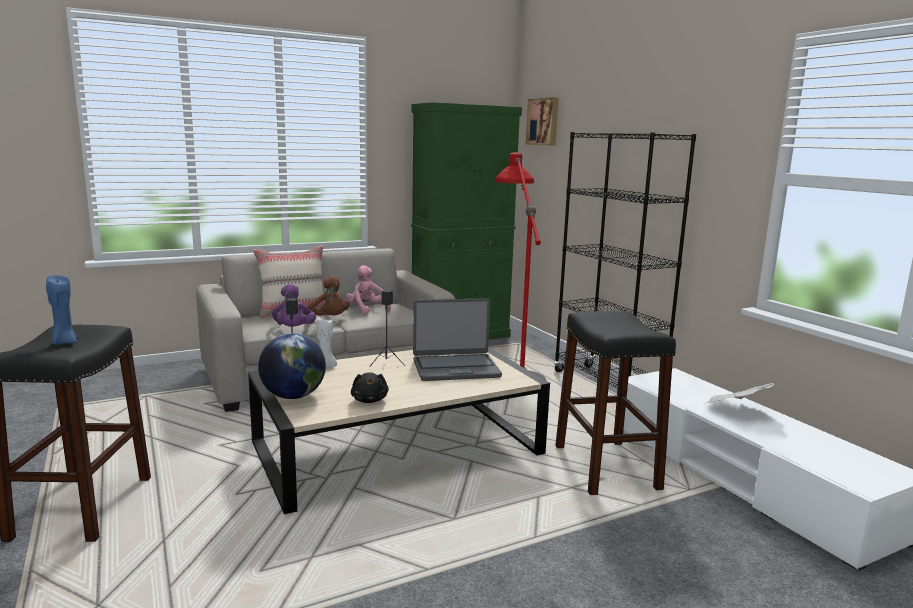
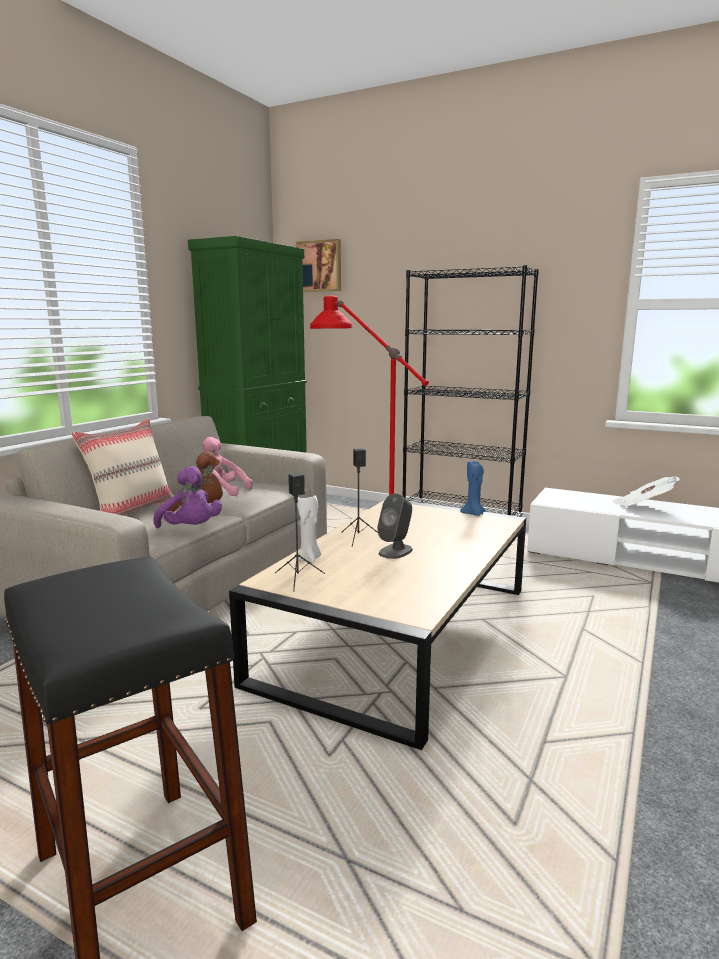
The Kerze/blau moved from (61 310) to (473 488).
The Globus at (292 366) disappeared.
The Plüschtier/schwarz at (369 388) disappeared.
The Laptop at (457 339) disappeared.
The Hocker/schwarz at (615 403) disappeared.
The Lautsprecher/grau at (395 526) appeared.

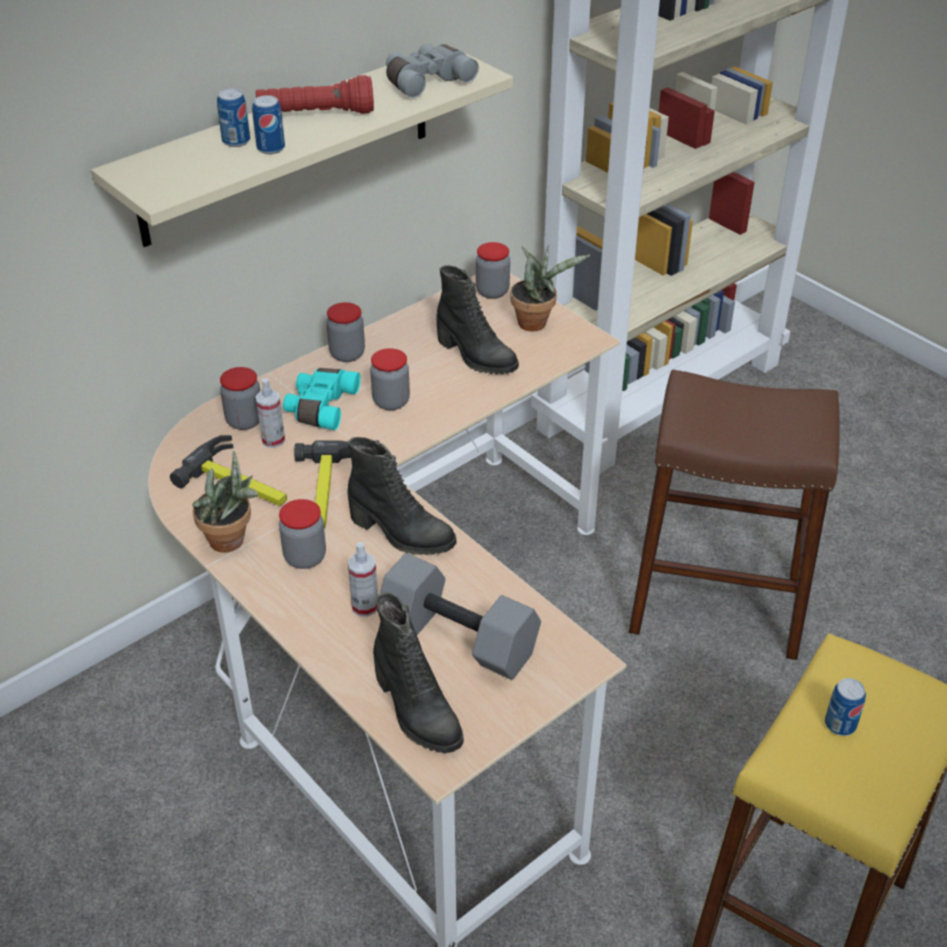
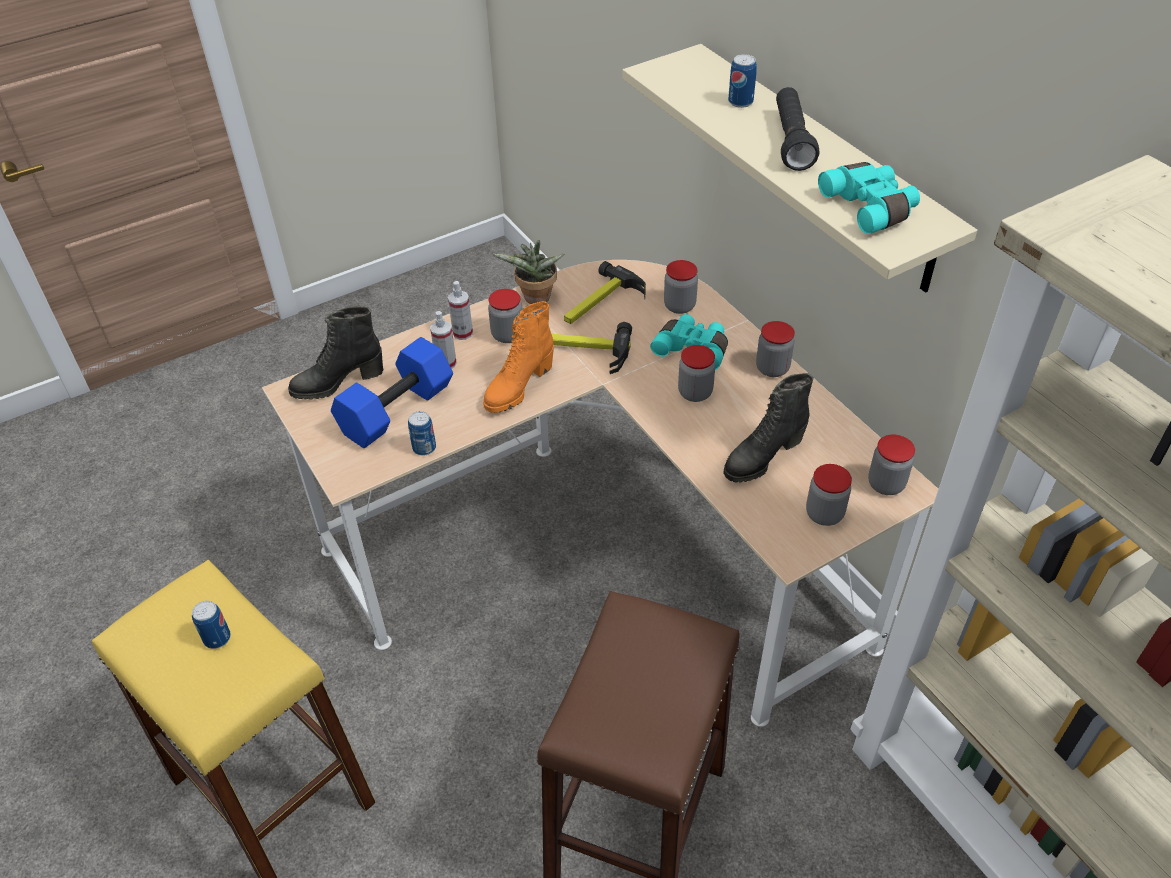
The Dose moved from (268 124) to (422 433).
The Taschenlampe/rot at (314 94) became the Taschenlampe/schwarz at (797 129).
The Sprühflasche moved from (270 413) to (460 310).
The Stiefel/schwarz at (402 496) became the Stiefel/orange at (518 357).
The Hantel/grau at (458 616) became the Hantel/blau at (392 392).
The Fernglas/grau at (432 71) became the Fernglas/türkis at (869 198).
The Topfpflanze at (550 288) was replaced by the Vorratsglas at (829 495).

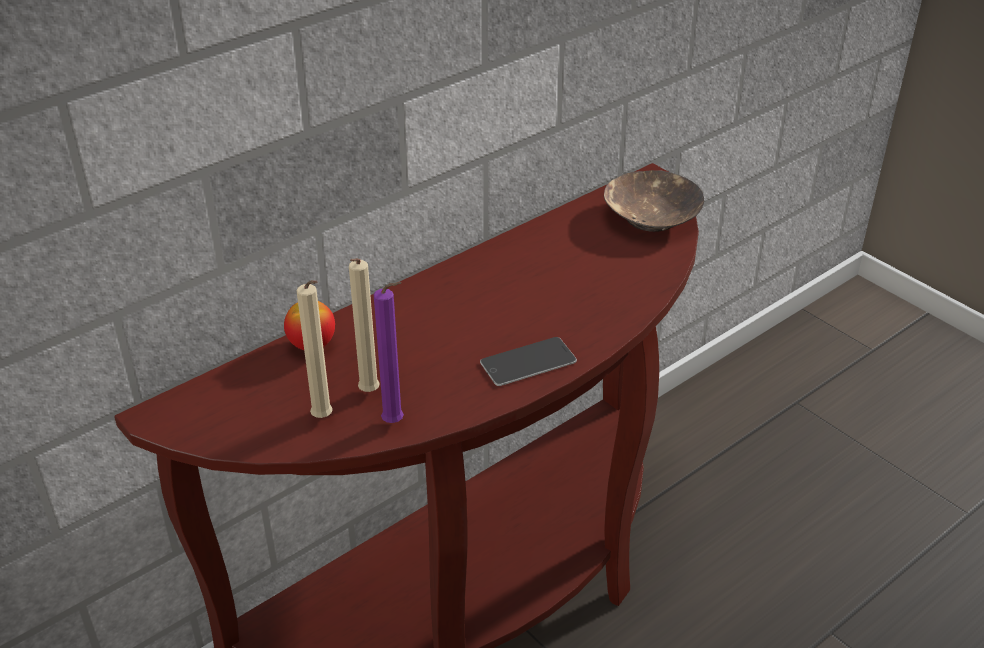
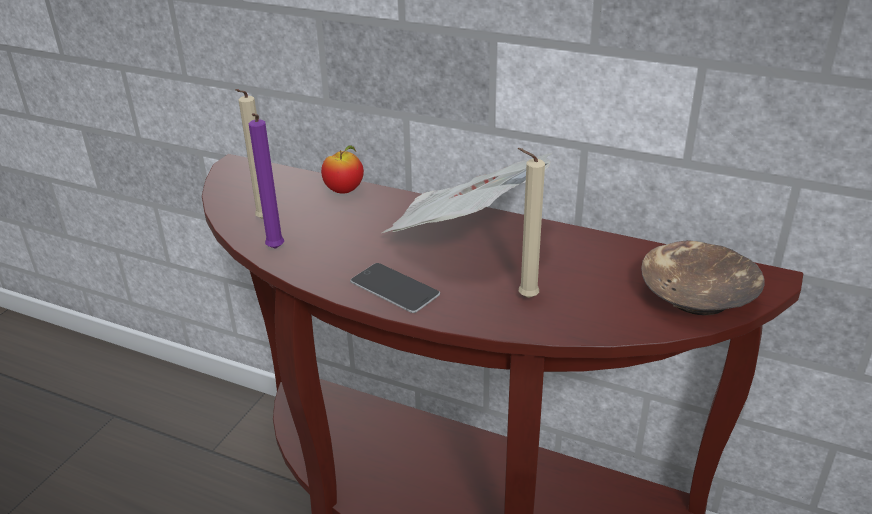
The Kerze/beige moved from (364 325) to (531 223).
The Zeitung at (467 193) appeared.

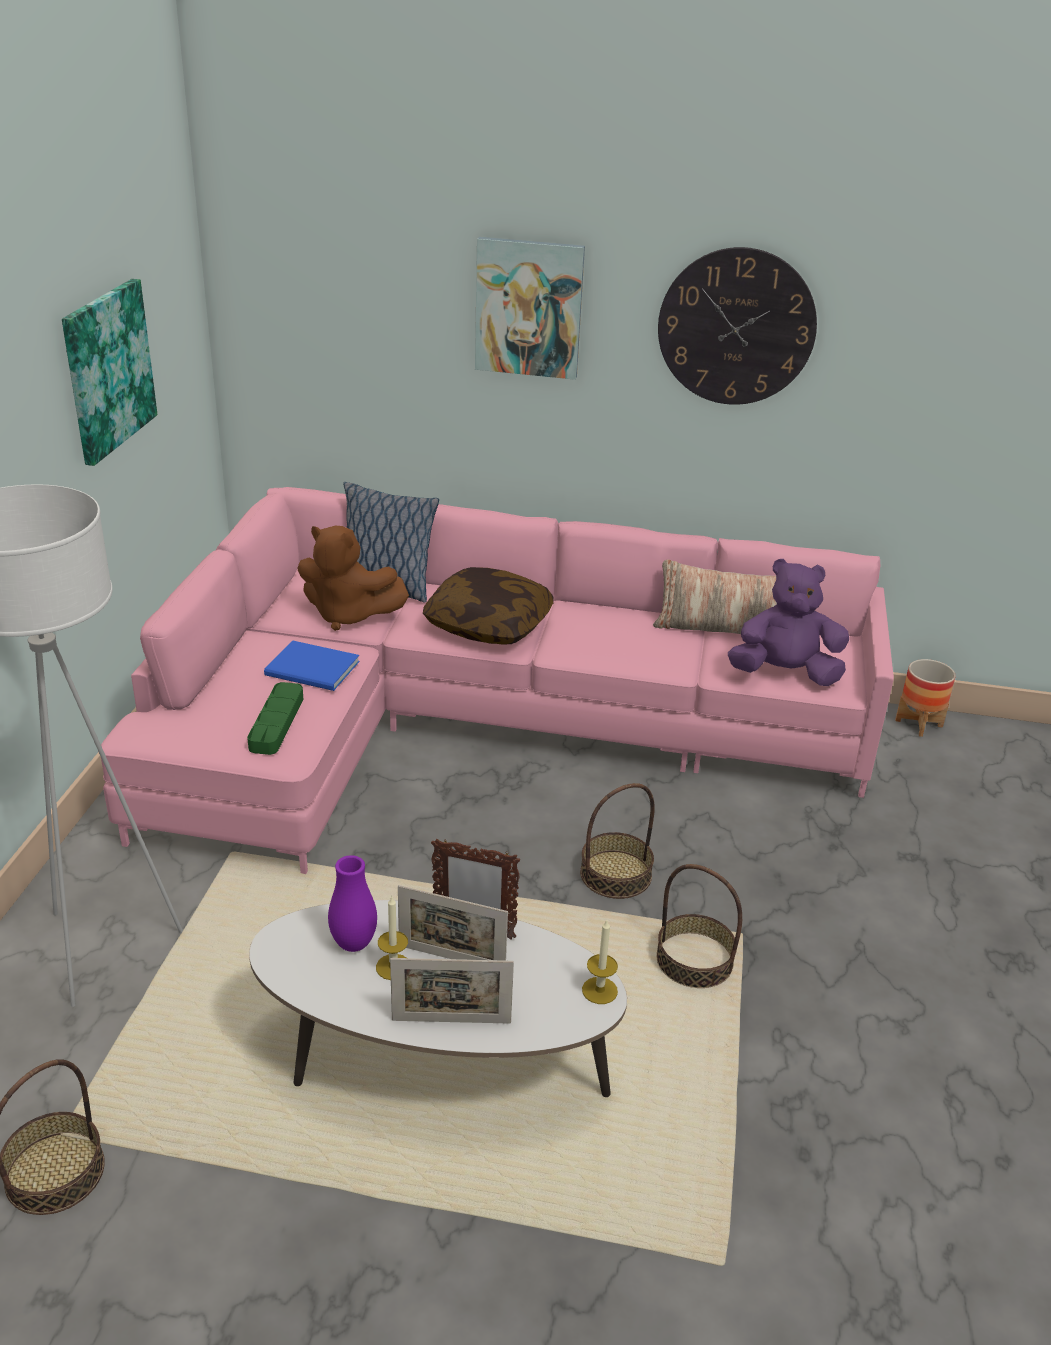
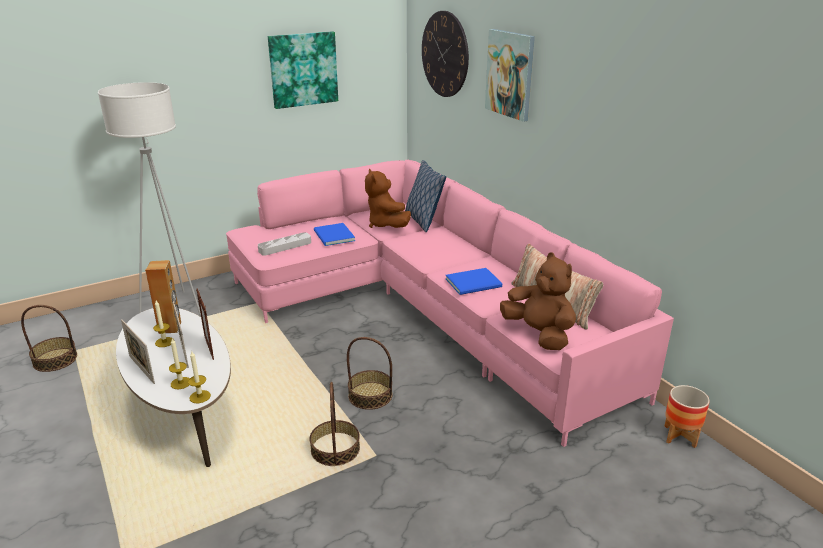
The Tablett/grün at (275 718) became the Tablett/grau at (284 244).
The Vase/lila at (352 903) was replaced by the Lautsprecher/braun at (163 297).
The Kissen at (488 606) disappeared.
The Wanduhr moved from (737 326) to (445 54).
The Plüschtier/lila at (788 622) became the Plüschtier/braun at (538 301).
The Kerze at (179 363) appeared.
The Buch/blau at (474 281) appeared.

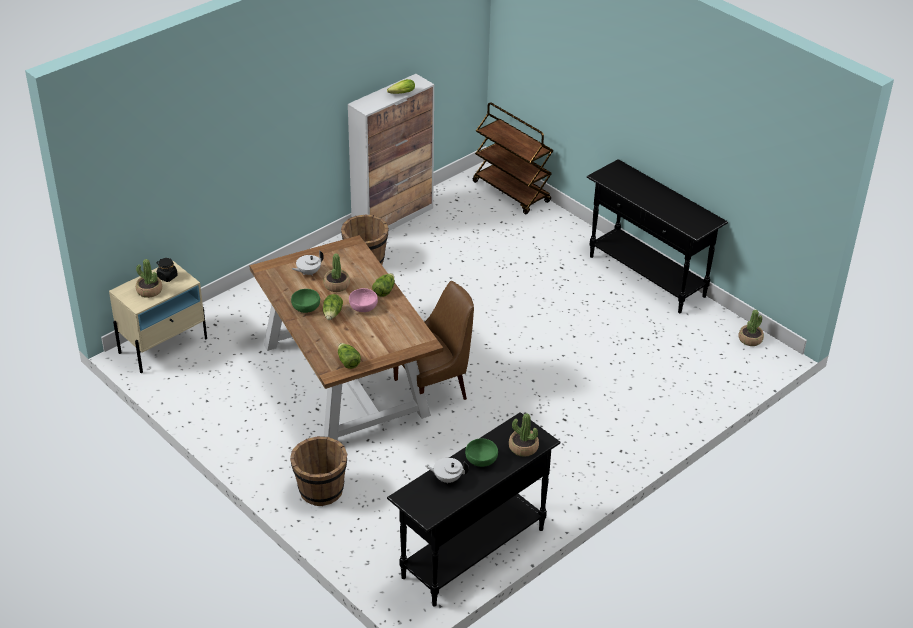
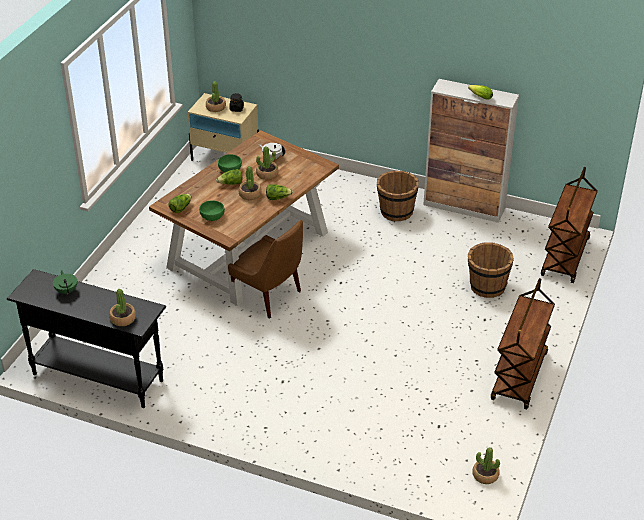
The Eimer/braun moved from (318 471) to (491 270).
The Schüssel/rosa at (363 300) was replaced by the Topfpflanze at (250 183).
The Teekanne/weiß at (447 471) became the Teekanne/grün at (65 282).
The Schüssel/grün moved from (481 452) to (212 210).
The Konsolentisch/schwarz at (657 236) was replaced by the Rollwagen/braun at (523 343).

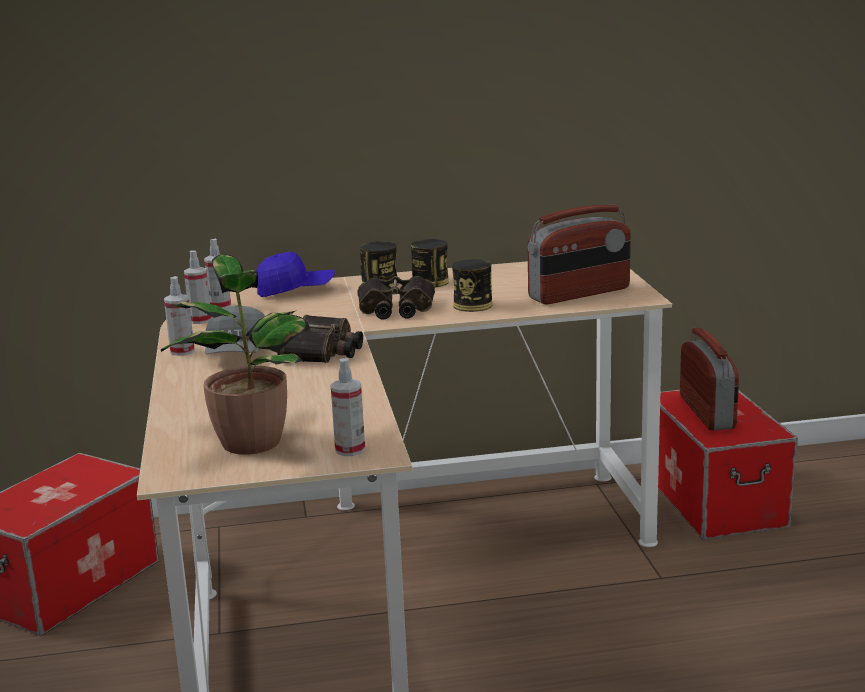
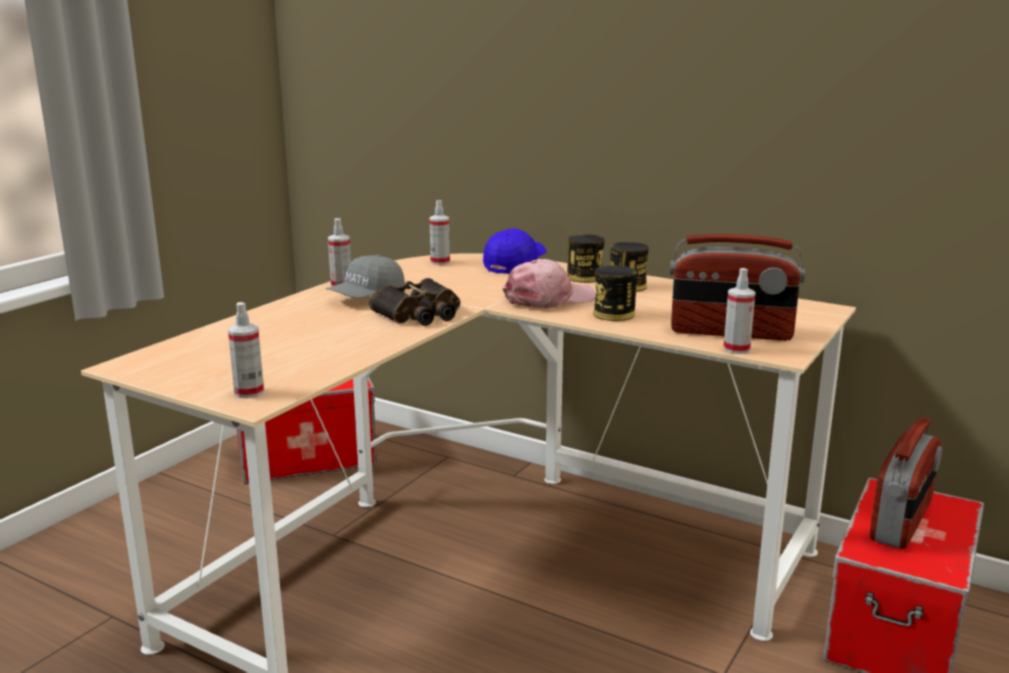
The Topfpflanze at (235 354) disappeared.
The Sprühflasche moved from (197 287) to (739 311).
The Kappe/blau at (295 274) turned 90 degrees counterclockwise.
The Fernglas at (396 297) was replaced by the Kappe/rosa at (549 283).

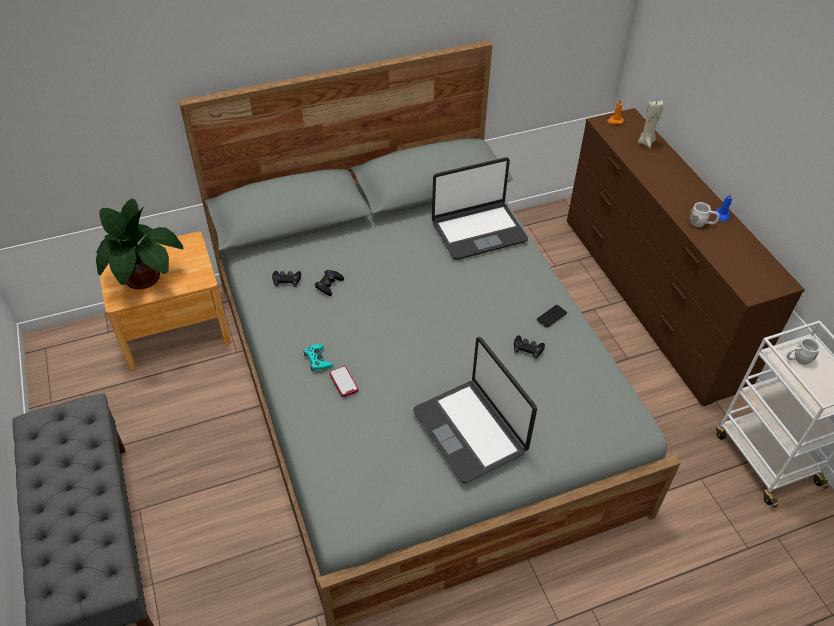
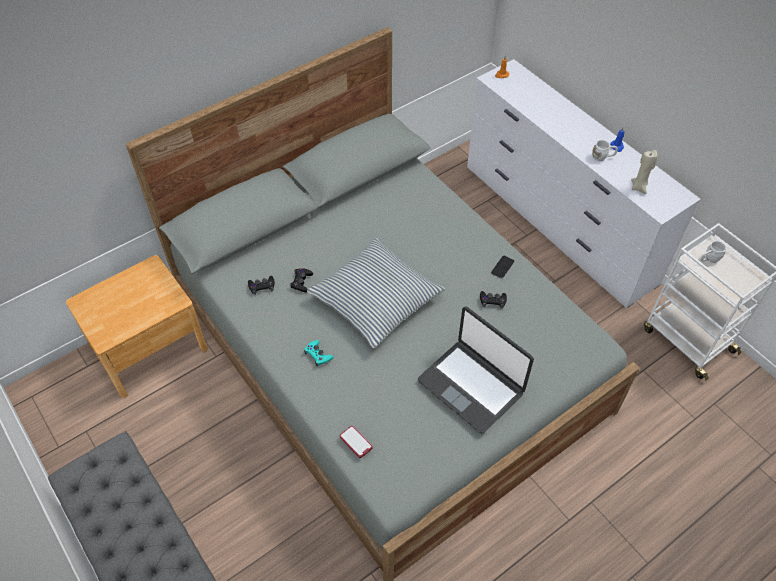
The Topfpflanze at (139 244) disappeared.
The Handy moved from (344 381) to (356 442).
The Laptop at (480 208) disappeared.
The Kommode/braun at (686 257) became the Kommode/weiß at (584 183).
The Kerze/beige moved from (650 124) to (644 172).
The Kissen at (376 293) appeared.

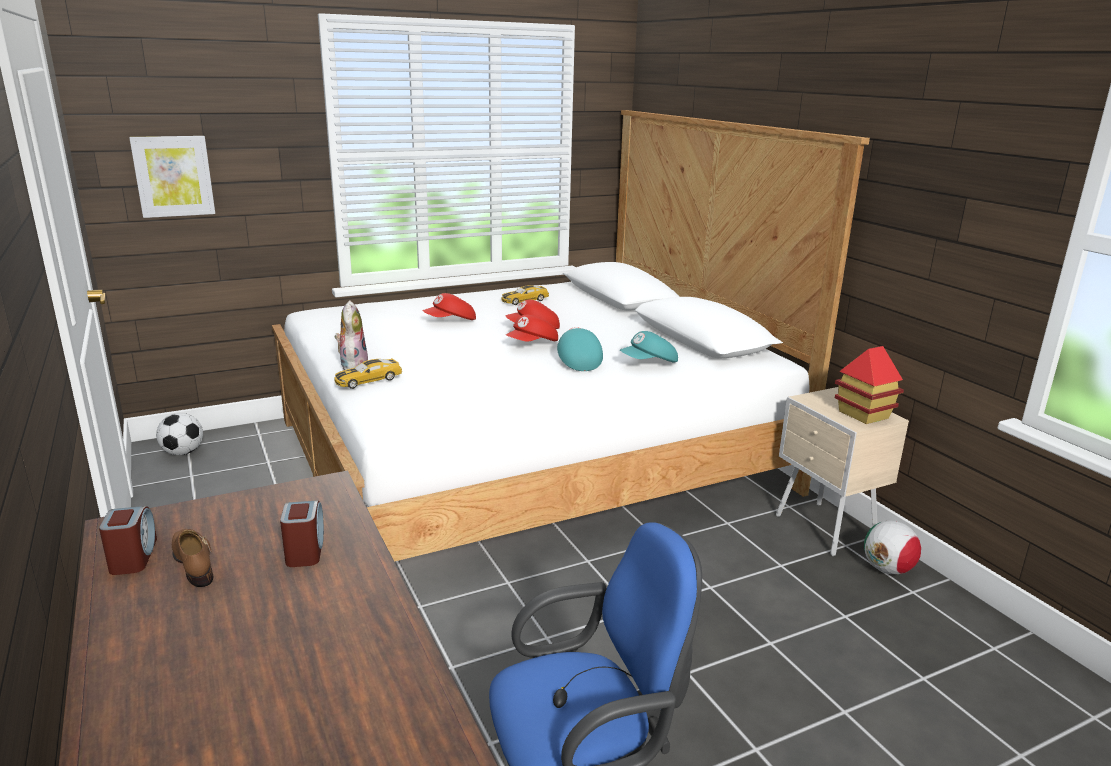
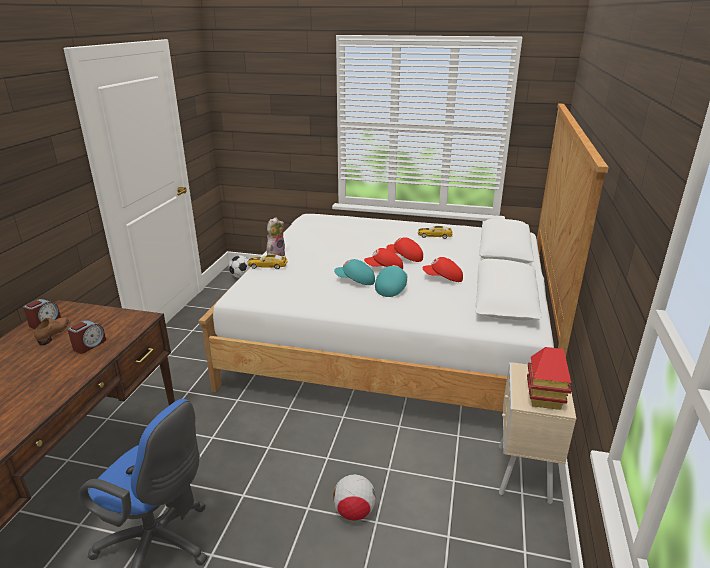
The Bild at (172 177) disappeared.
The Kappe/rot moved from (449 306) to (443 269).
The Kappe/türkis moved from (649 347) to (354 272).
The Fußball moved from (892 547) to (354 497).

